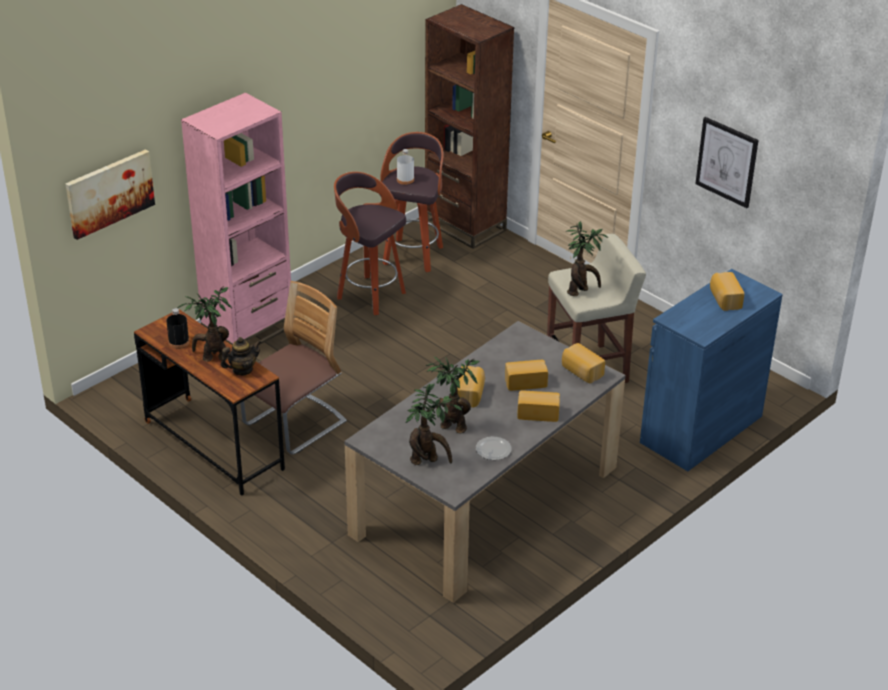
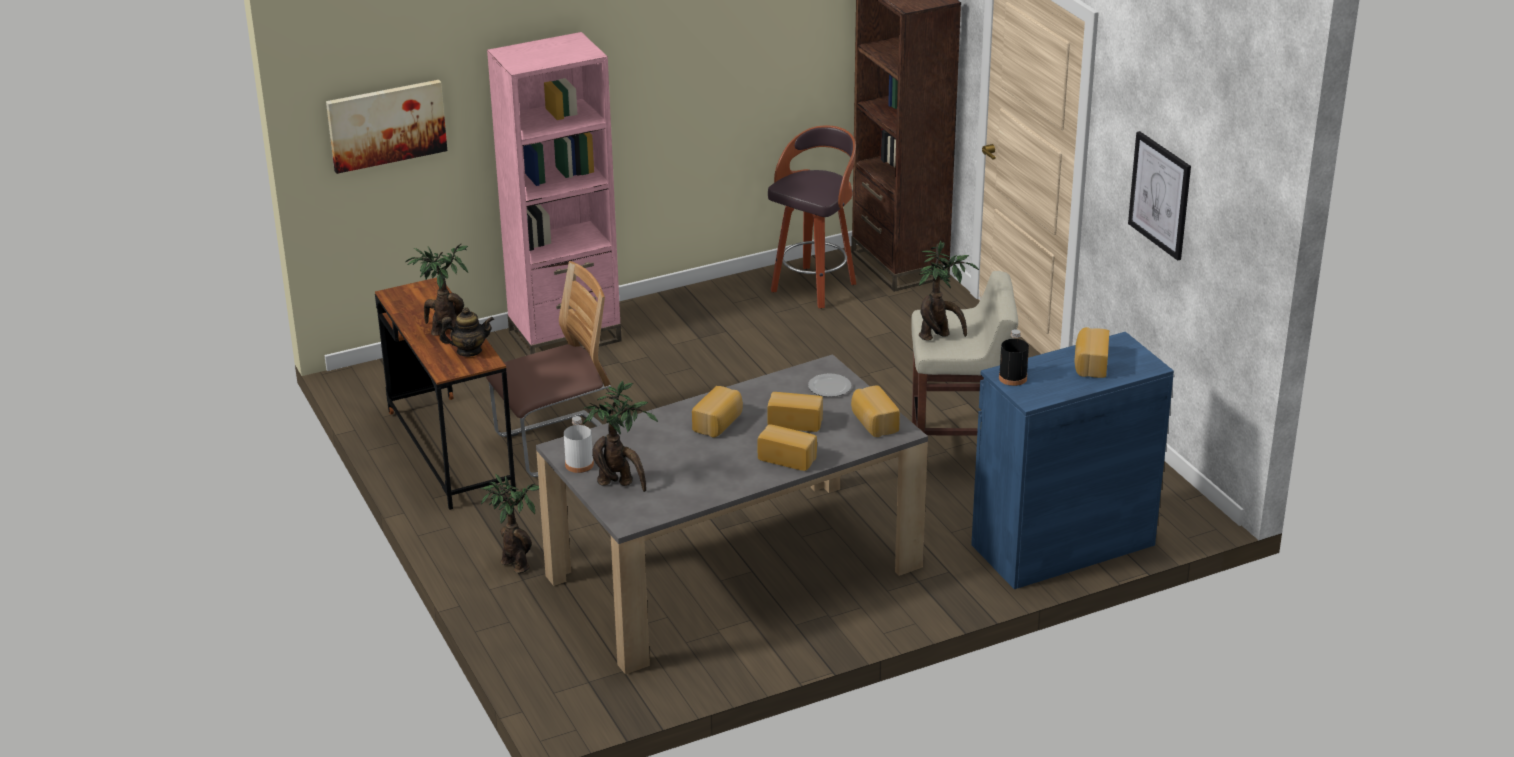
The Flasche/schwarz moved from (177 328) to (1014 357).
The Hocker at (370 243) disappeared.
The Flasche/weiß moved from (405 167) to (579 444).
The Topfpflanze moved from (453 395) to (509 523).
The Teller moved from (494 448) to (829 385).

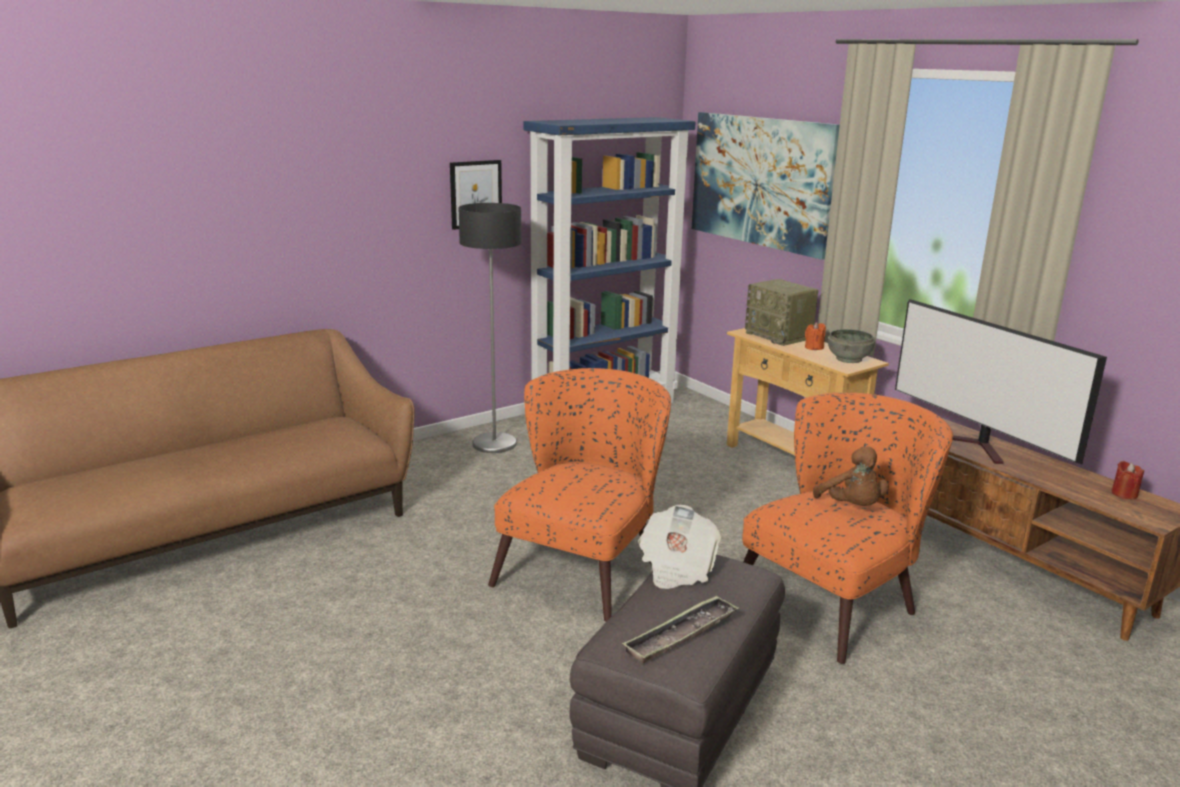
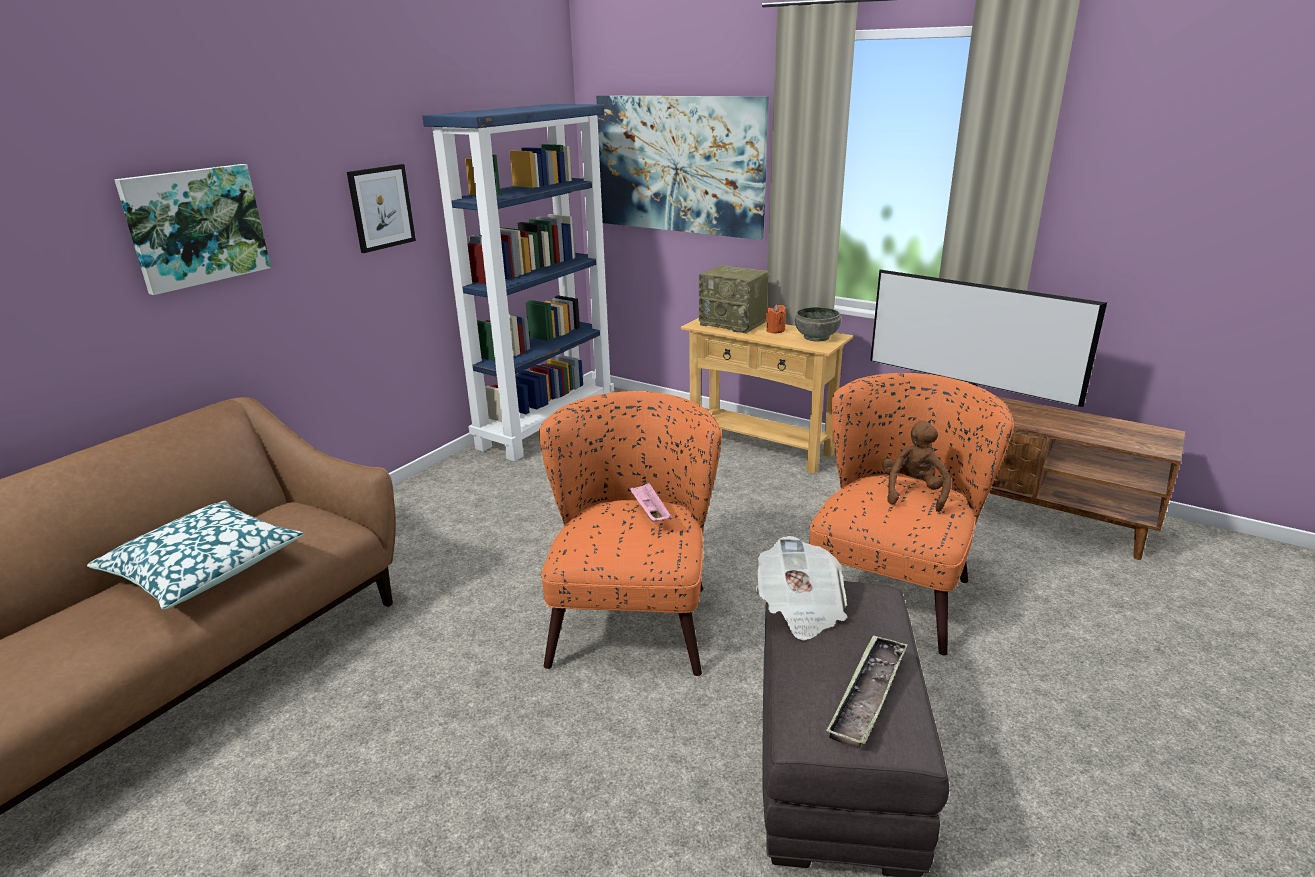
The Stehlampe at (489 328) disappeared.
The Plüschtier/braun at (851 476) turned 120 degrees counterclockwise.
The Kerze/rot at (1127 480) disappeared.
The Kissen at (195 555) appeared.
The Bild at (192 229) appeared.
The Tablett/rosa at (651 502) appeared.

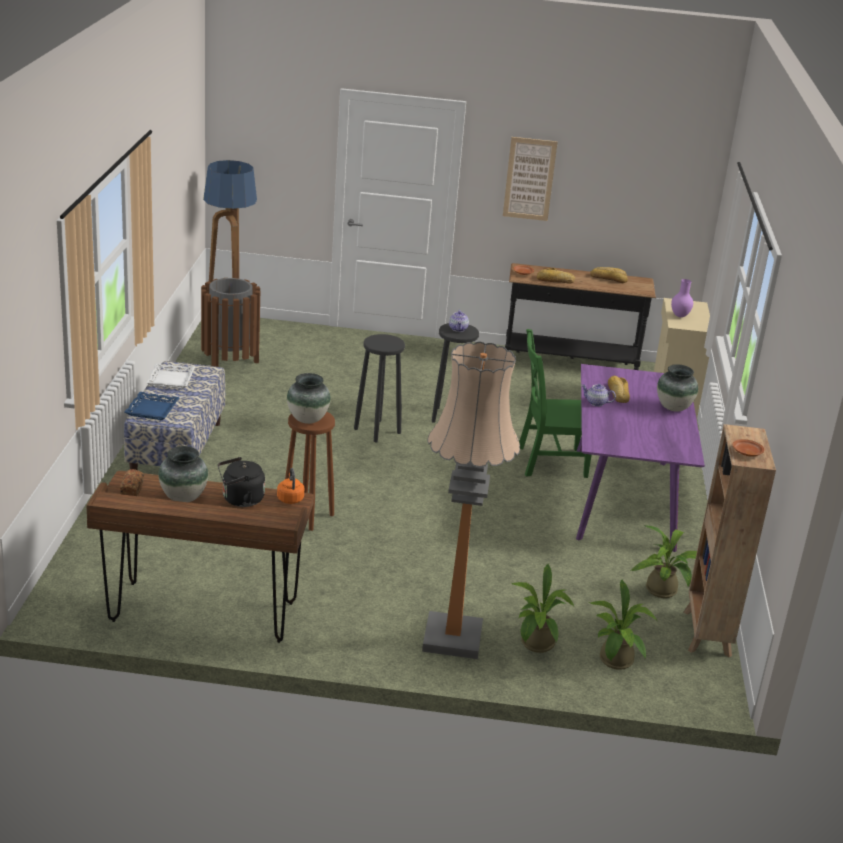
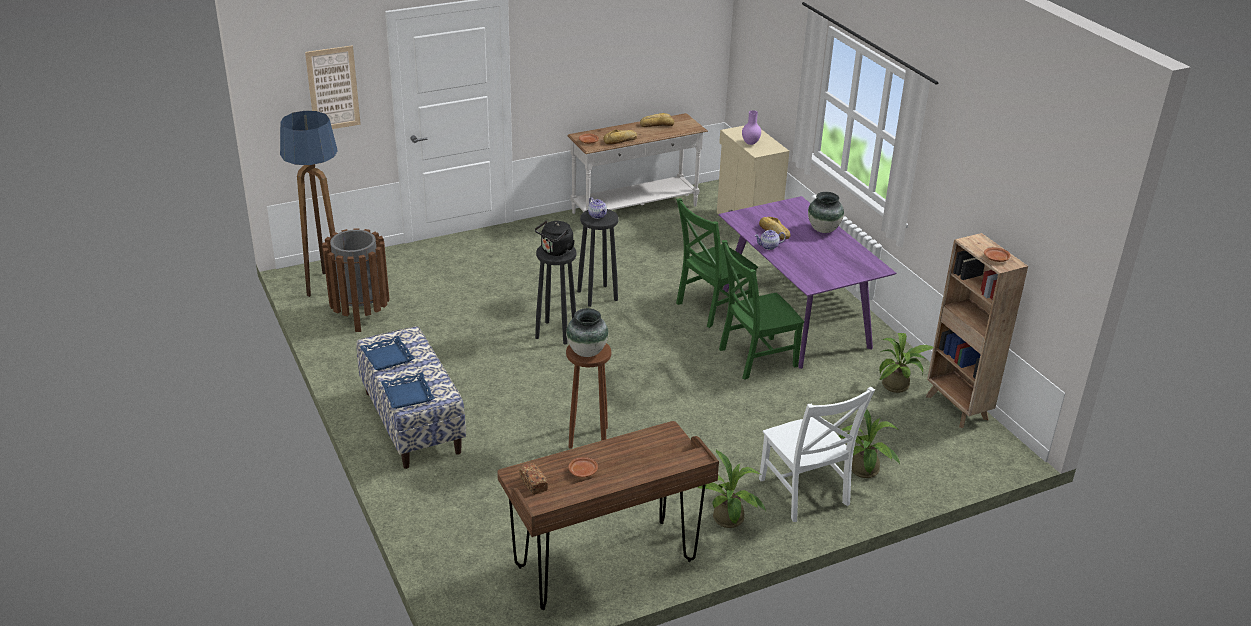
The Tablett/weiß at (170 376) became the Tablett/blau at (387 353).
The Vase at (183 474) was replaced by the Teller/braun at (583 467).
The Wasserkessel/schwarz moved from (241 482) to (555 238).
The Wasserkessel/orange at (290 486) disappeared.
The Stehlampe at (471 500) was replaced by the Stuhl/weiß at (817 454).
The Bild moved from (530 179) to (333 87).
The Konsolentisch/schwarz at (580 316) became the Konsolentisch/weiß at (637 171).
The Topfpflanze moved from (623 624) to (732 489).
The Stuhl/grün at (761 310) appeared.

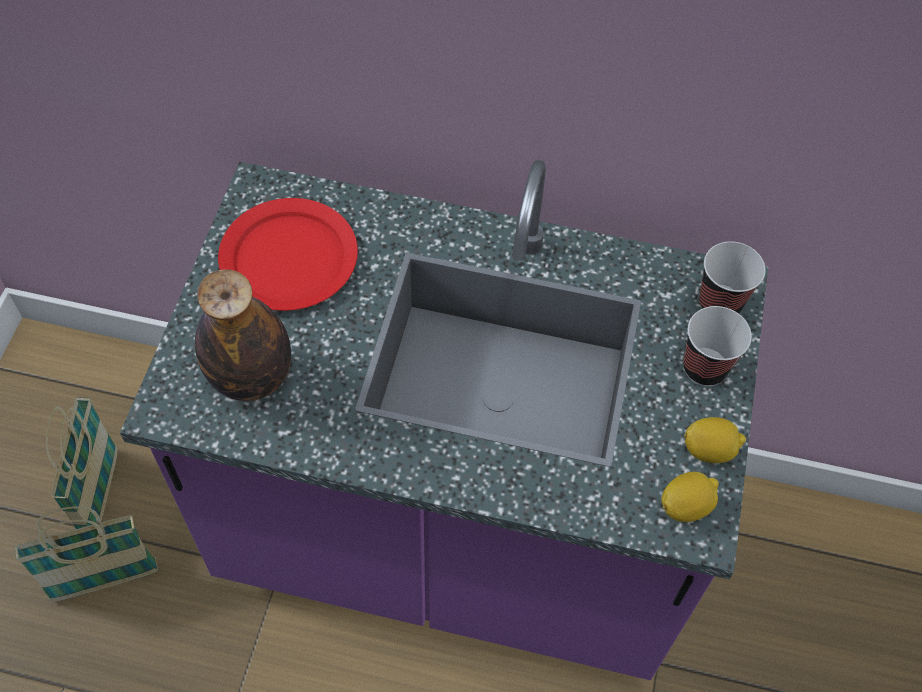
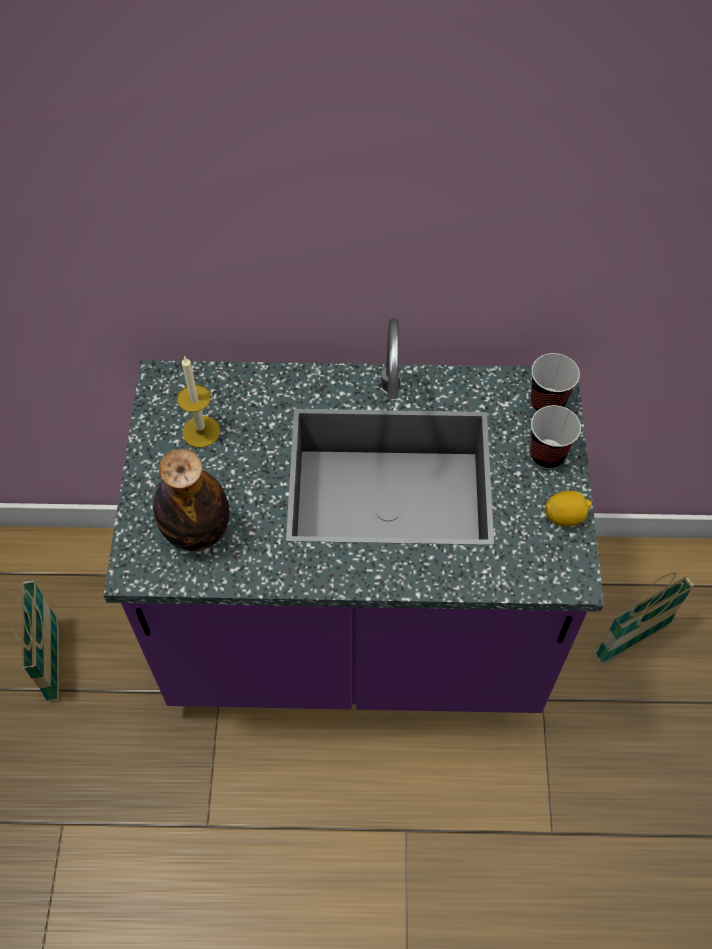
The Korb moved from (86 554) to (644 618).
The Teller/rot at (288 254) was replaced by the Kerze at (198 402).
The Zitrone at (690 497) disappeared.

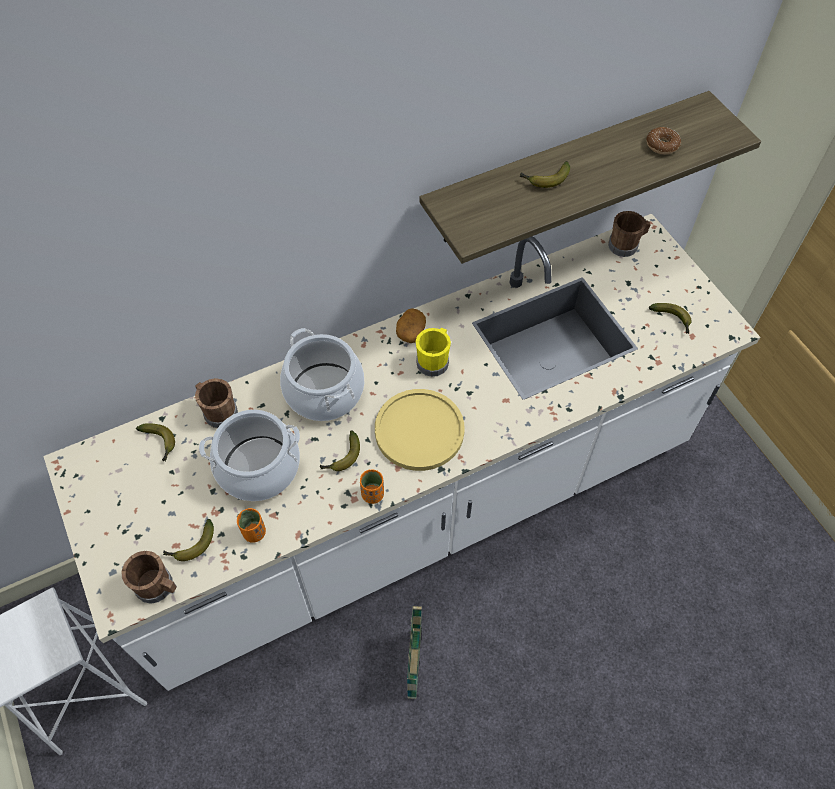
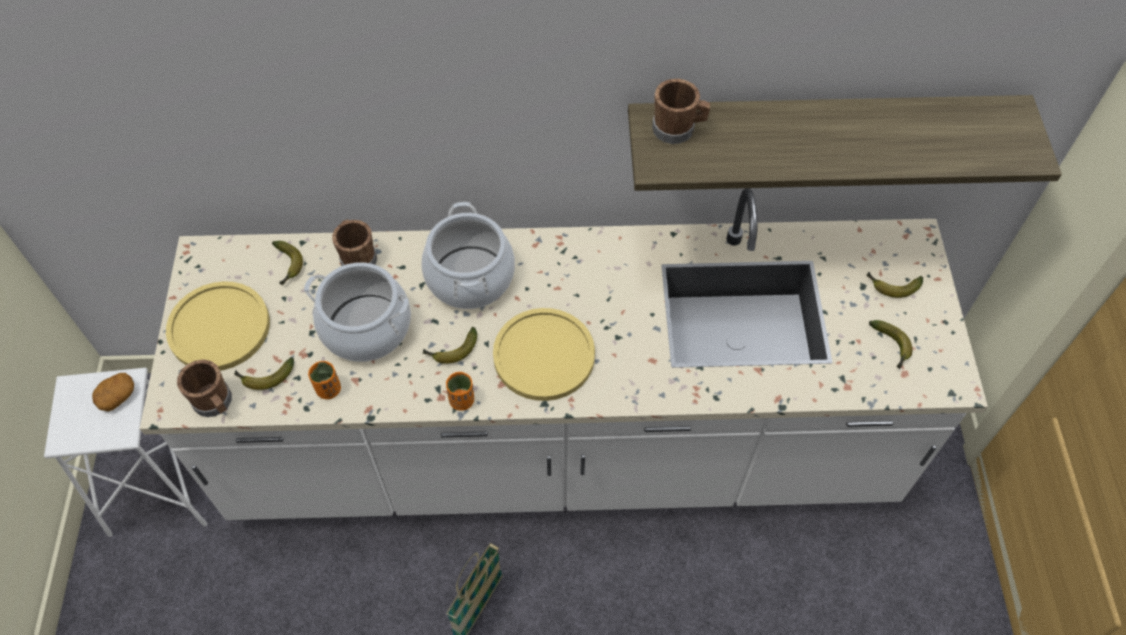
The Kartoffel moved from (411 325) to (113 392).
The Henkelbecher/gelb at (433 352) disappeared.
The Banane moved from (544 174) to (894 285).
The Henkelbecher/braun moved from (629 234) to (681 111).
The Donut at (663 140) disappeared.
The Teller/gelb at (218 326) appeared.

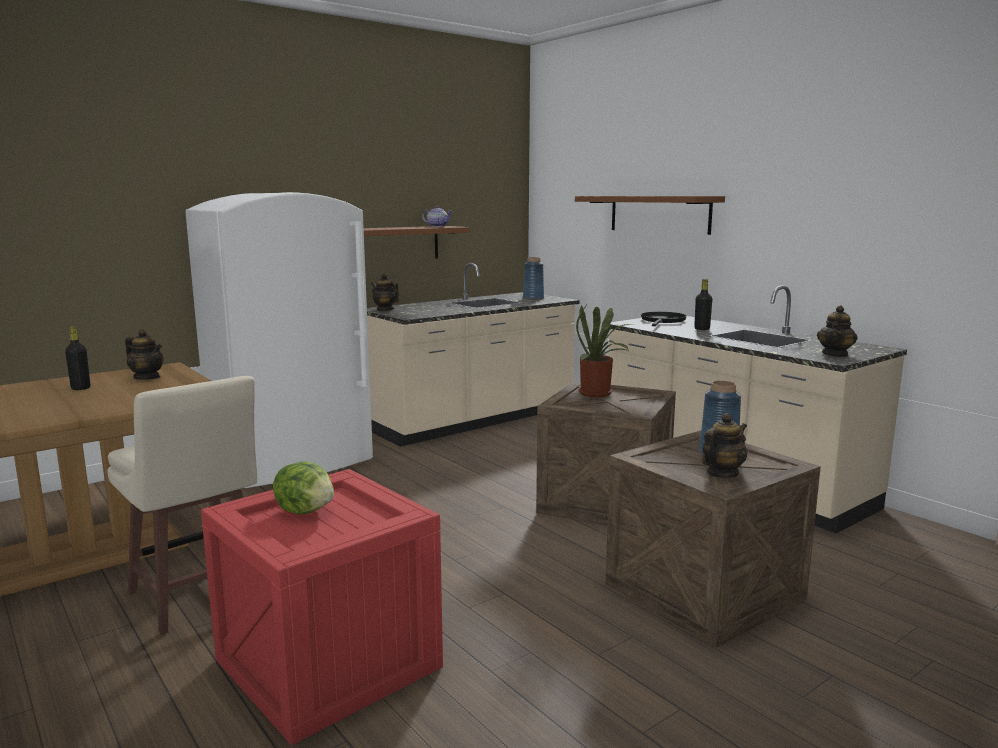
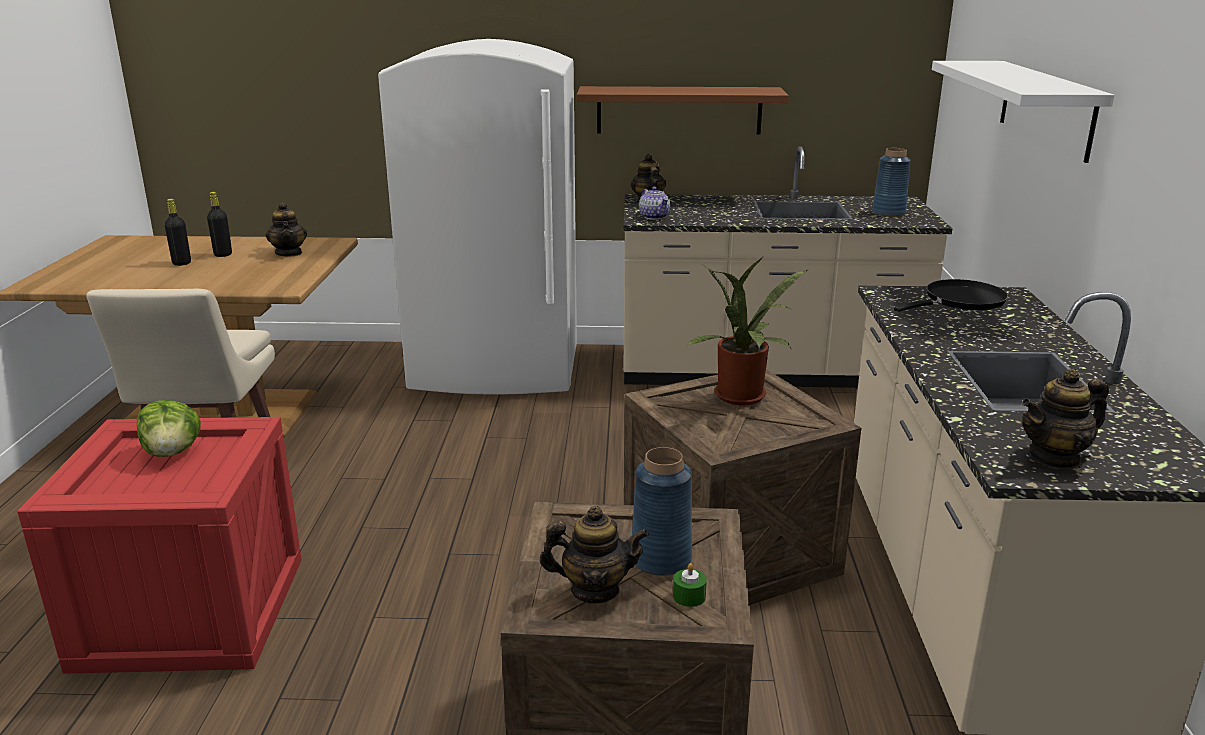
The Teekanne moved from (437 216) to (654 203).
The Wandregal/braun at (650 215) became the Wandregal/weiß at (1023 112).
The Flasche/schwarz moved from (703 304) to (178 232).
The Kerze/grün at (690 585) appeared.

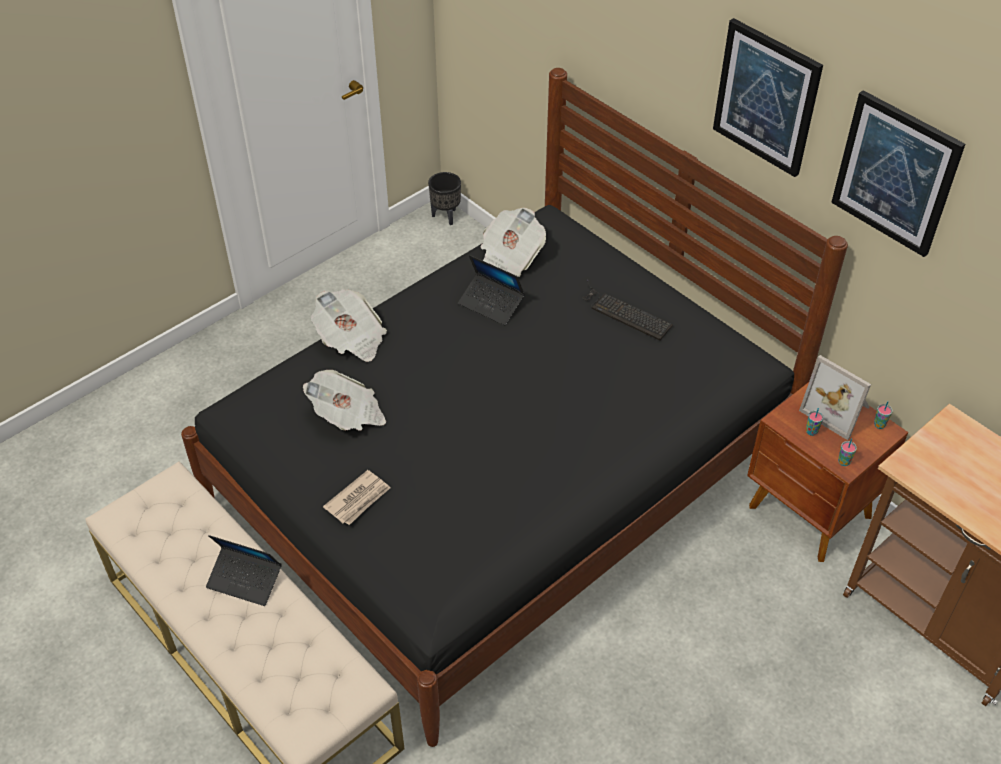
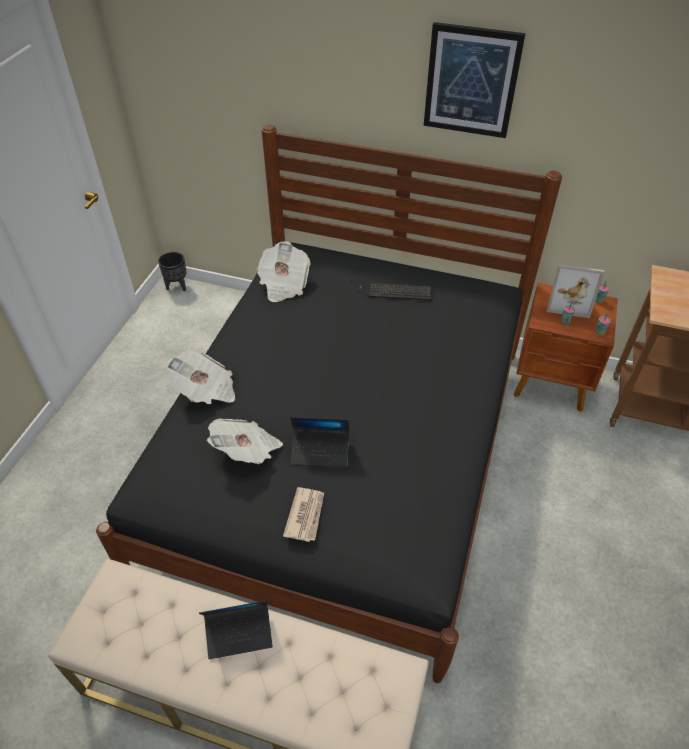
The Laptop moved from (491 290) to (319 442).
The Bild at (898 173) disappeared.

